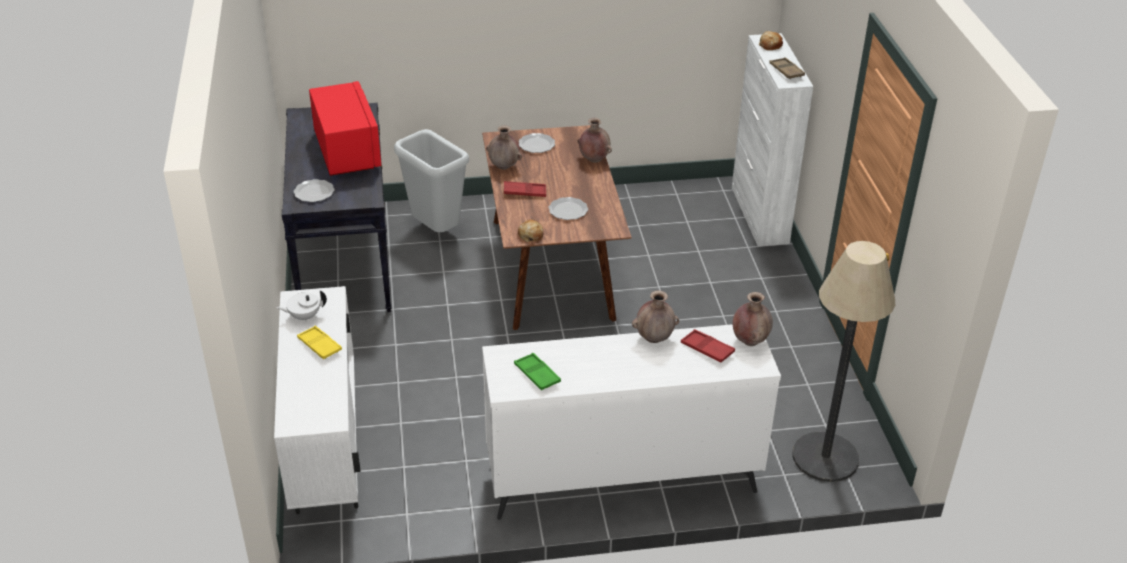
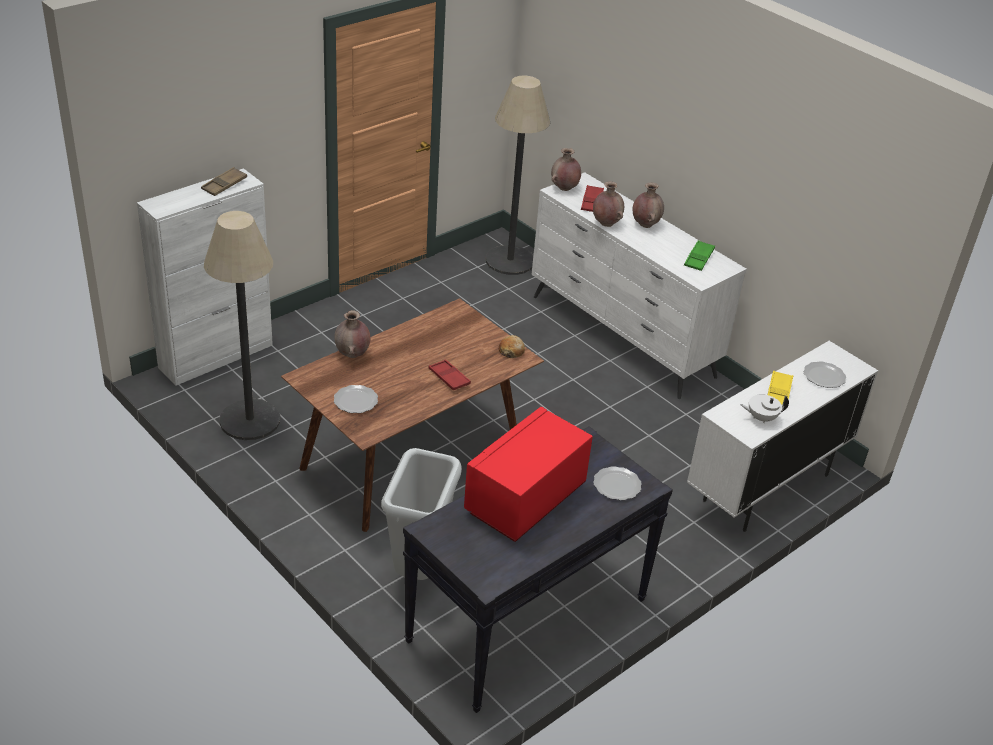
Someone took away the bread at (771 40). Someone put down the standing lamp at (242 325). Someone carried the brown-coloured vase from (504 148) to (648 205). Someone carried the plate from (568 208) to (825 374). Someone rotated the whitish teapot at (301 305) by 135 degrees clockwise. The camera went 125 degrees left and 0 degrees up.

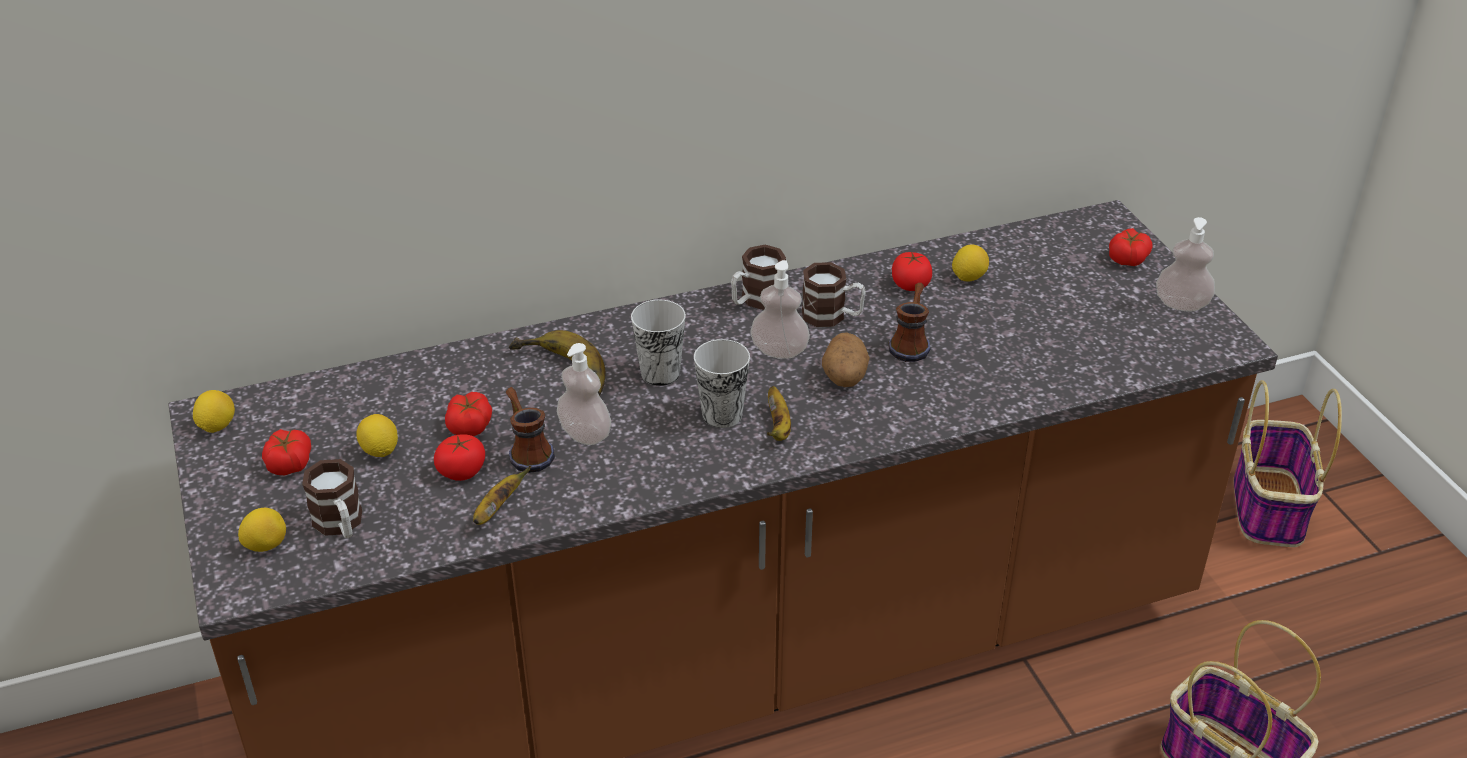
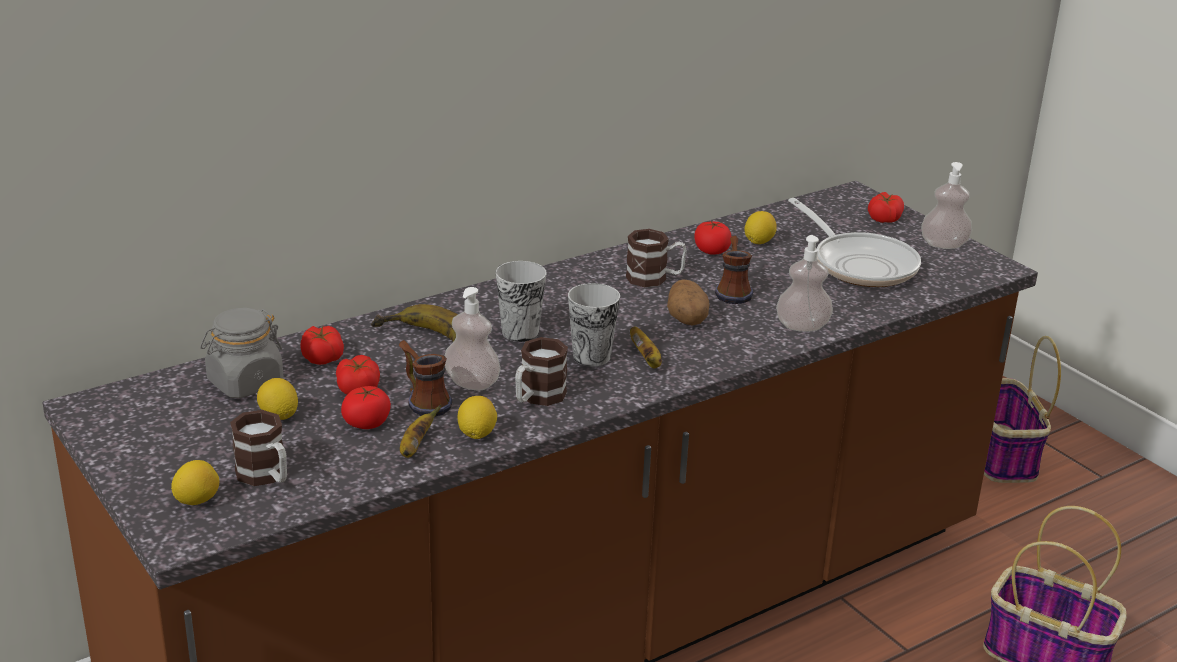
Someone put down the greyish preserve jar at (242 353). Someone put down the skillet at (854 242). Someone carried the whole lemon from (214 411) to (477 417). Someone carried the whole tomato from (286 452) to (322 345). Someone carried the tea mug from (758 277) to (541 371). Someone carried the soap bottle from (780 309) to (804 283). The camera went 15 degrees left and 10 degrees down.

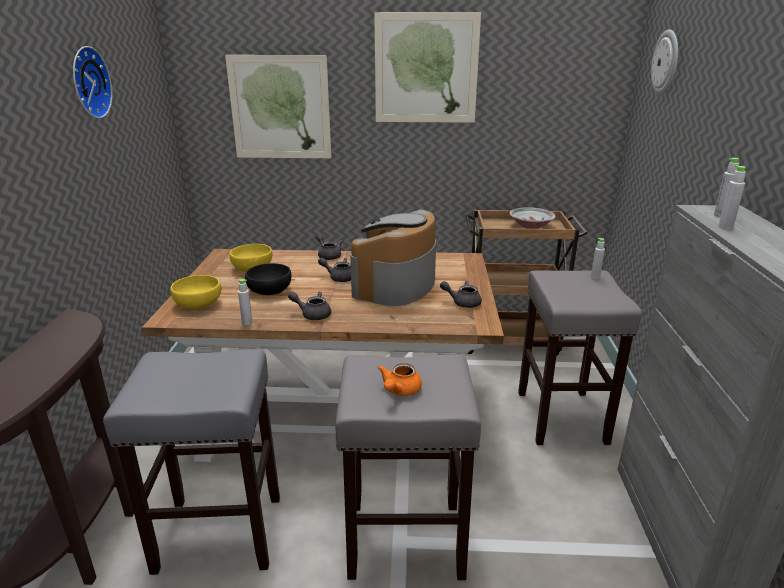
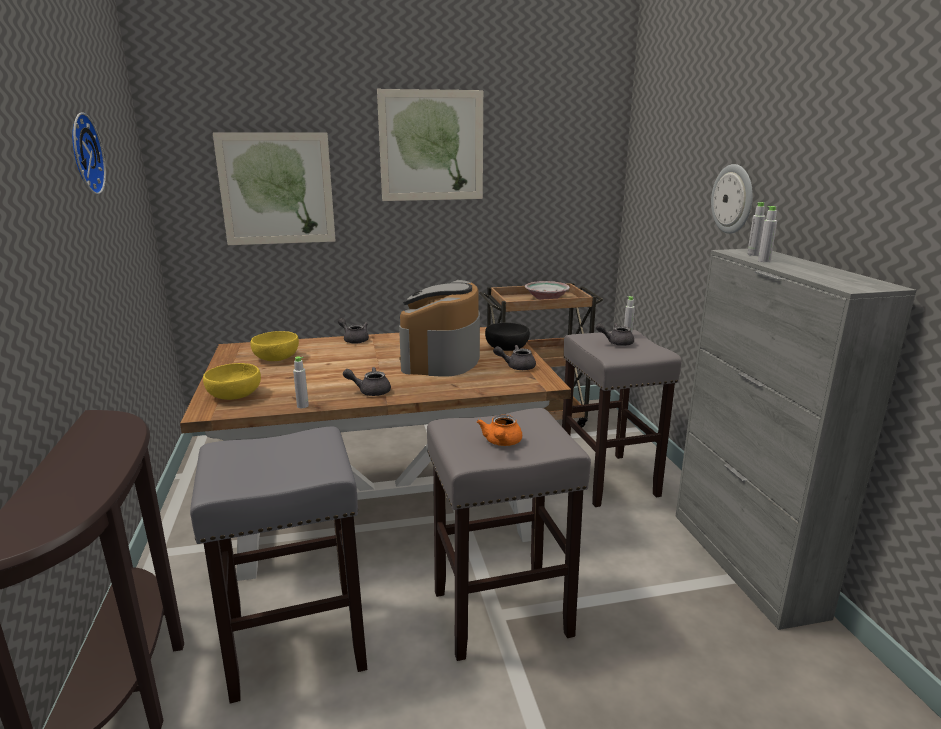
Someone carried the blackish deep dish from (268 279) to (507 337). Someone carried the greyish teapot from (334 269) to (615 334). Someone carried the wall clock from (664 62) to (732 199). The camera went 15 degrees left and 5 degrees down.

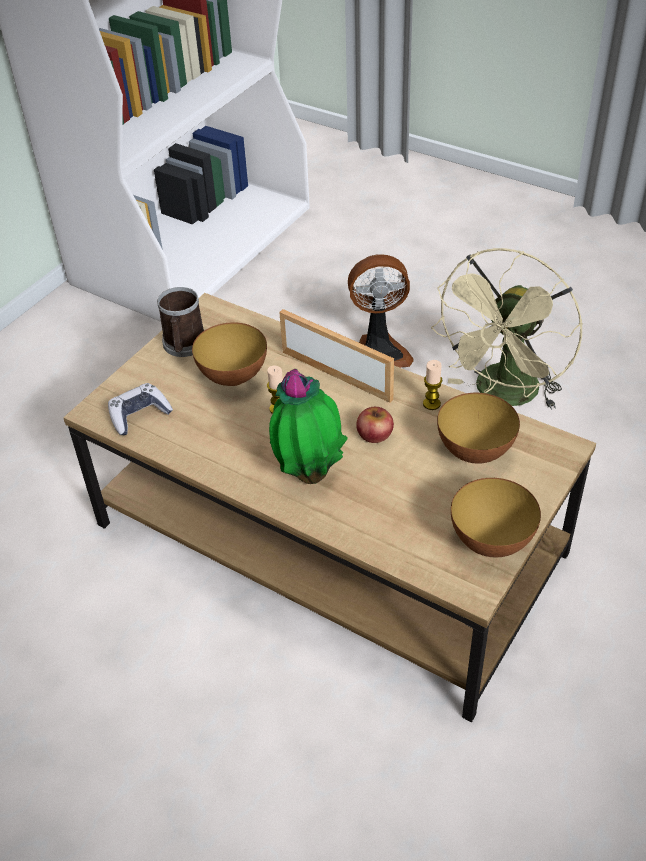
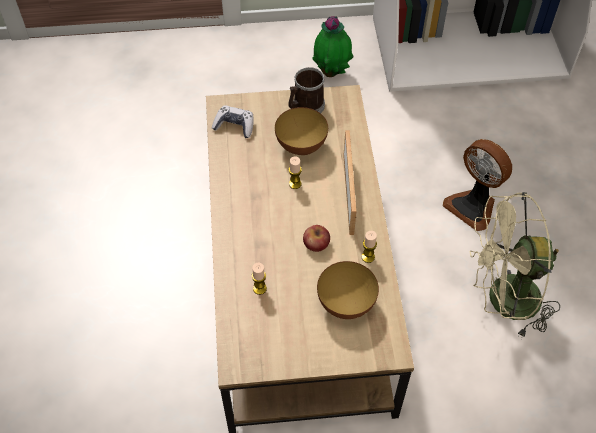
Someone took away the deep dish at (496 517). Someone put down the wax candle at (259 279). Someone carried the potted plant from (308 426) to (332 46). The camera went 50 degrees right and 10 degrees up.

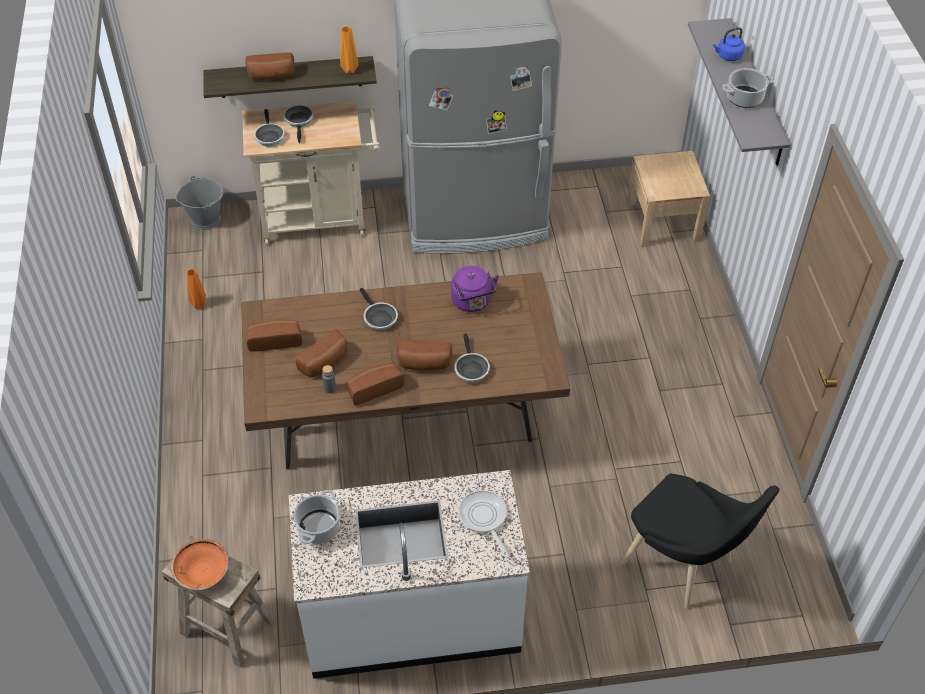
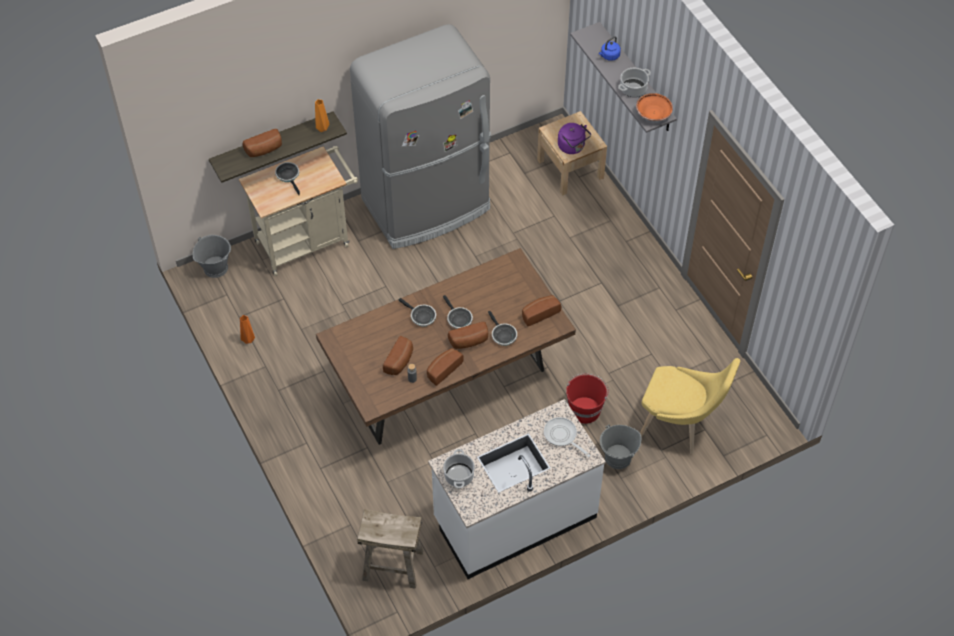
Someone put down the red water bucket at (587 398). Someone put down the greyish water bucket at (620 447). Someone carried the orange deep dish from (200 564) to (654 107). Someone carried the bread from (274 335) to (541 310). Someone carried the skillet from (269 128) to (458 312). Someone carried the purple-coloured tea kettle from (475 289) to (574 138). Someone repainted the blackish chair at (700 541), which became the yellow chair at (690 406). The camera went 20 degrees left and 5 degrees up.

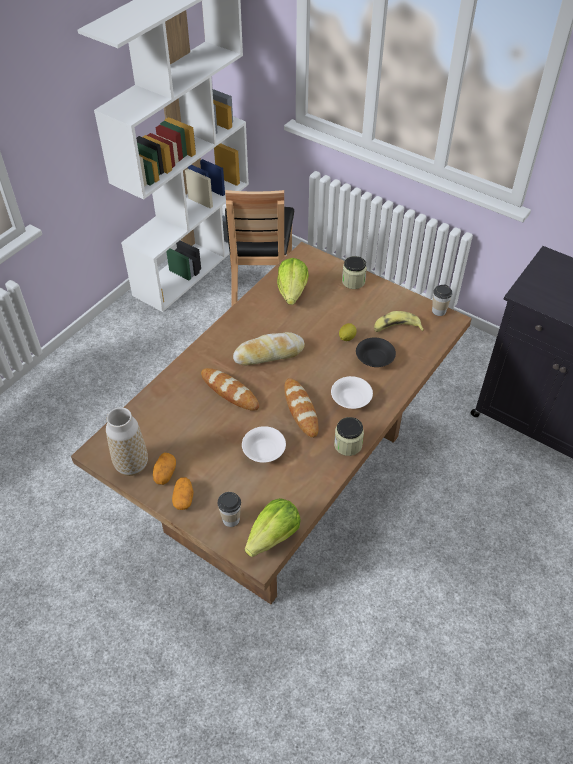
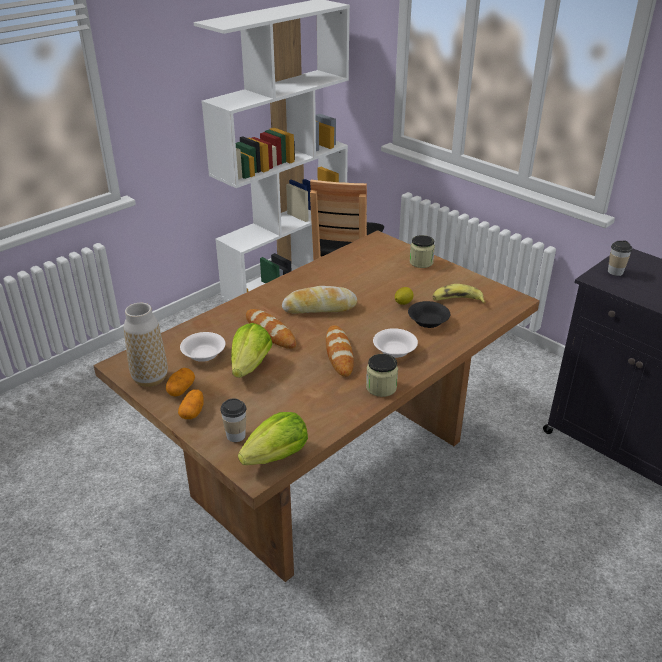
Someone carried the whitish deep dish from (264 444) to (203 347). Someone carried the lettuce from (293 281) to (252 350). Someone carried the small cup from (442 300) to (620 258). The camera went 10 degrees right and 15 degrees down.

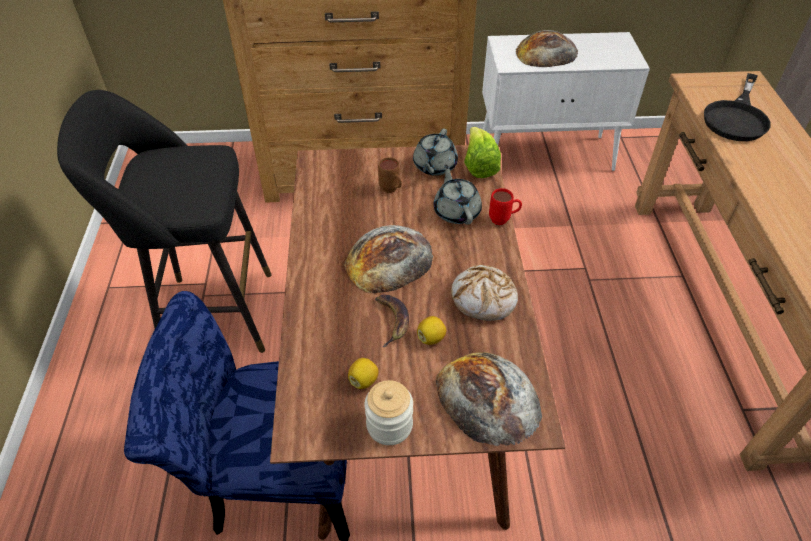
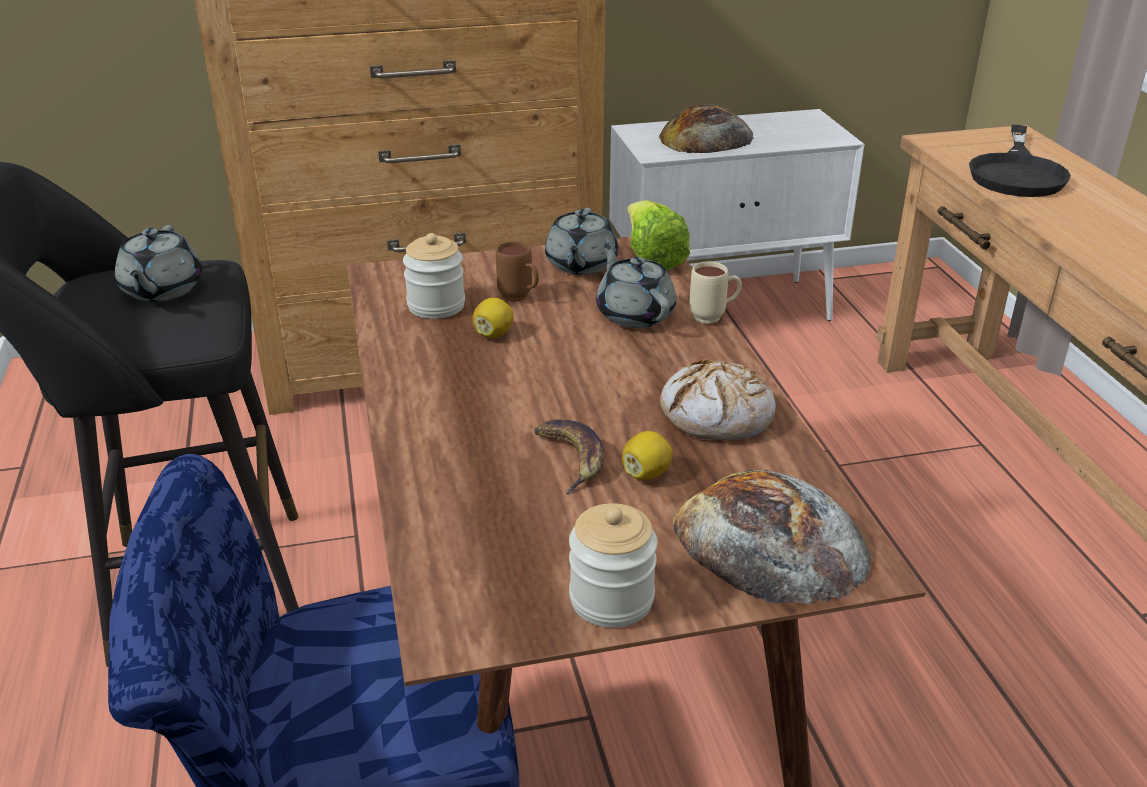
Someone took away the bread at (388 259). Someone put down the greyish teapot at (158 263). Someone put down the preserve jar at (434 276). Someone carried the whole lemon from (363 373) to (493 318). Someone repainted the red tea mug at (505 206), which became the beige tea mug at (715 292). The camera went 10 degrees left and 15 degrees down.

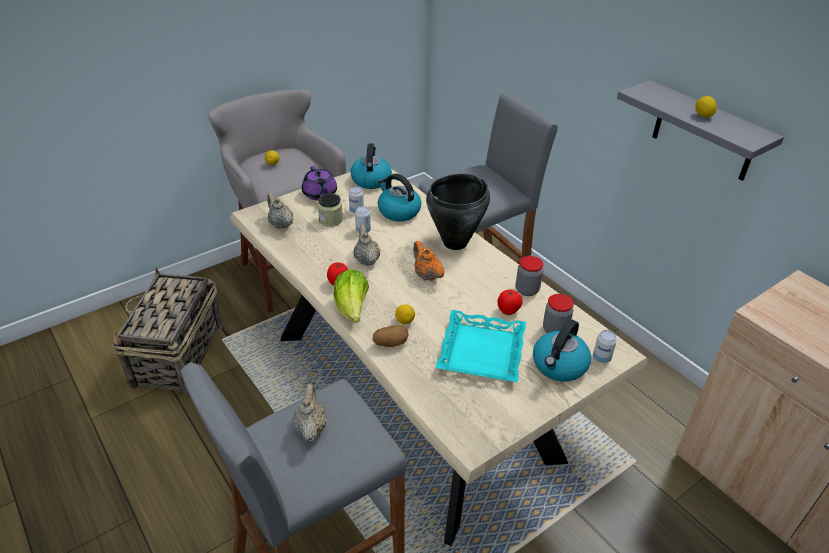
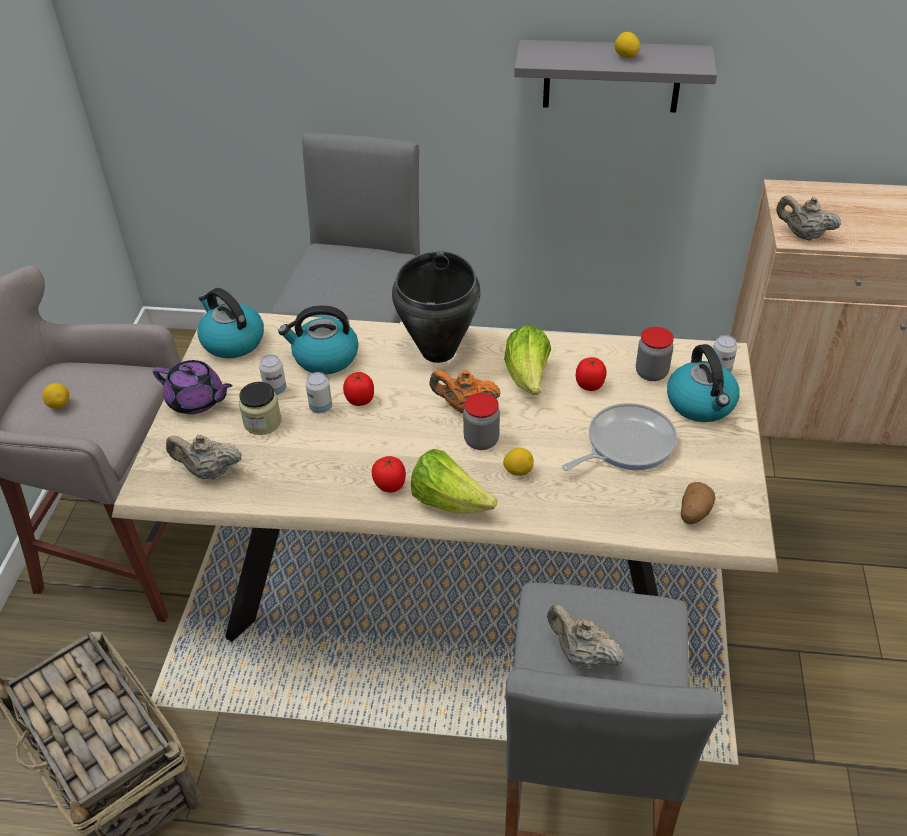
Someone put down the whole tomato at (358 389). Someone put down the lettuce at (527 360). Someone carried the beige teapot from (367 245) to (808 218). Someone carried the spud from (391 336) to (698 503). Someone carried the preserve jar from (530 276) to (481 421). Someone swapped the blue-green carrying tray at (481 346) for the skillet at (619 437). The camera went 45 degrees left and 5 degrees up.

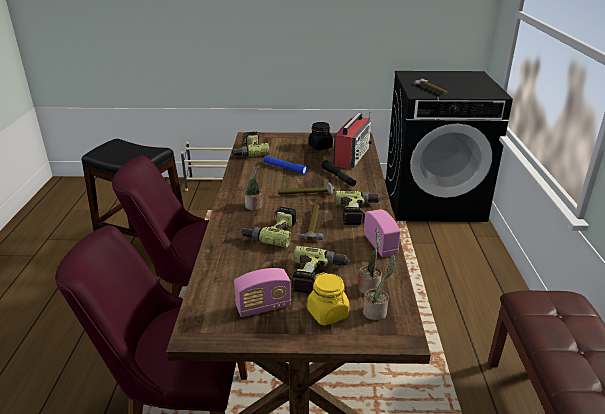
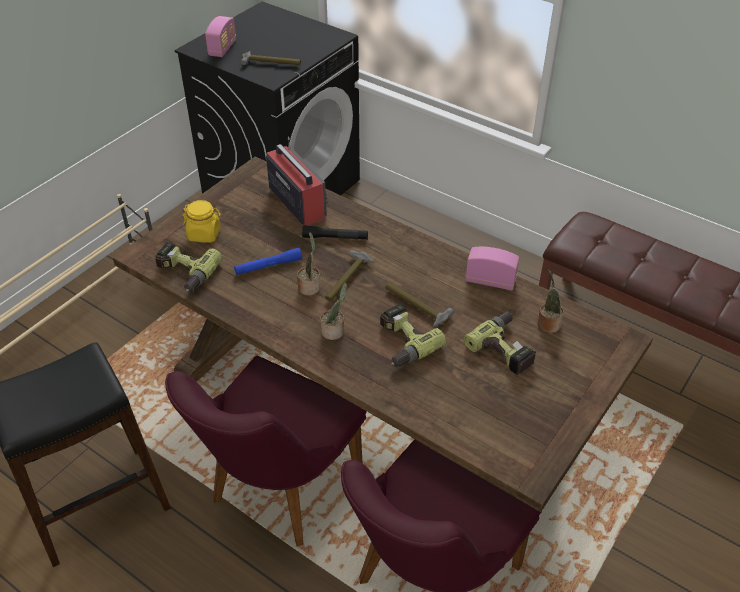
Someone took away the blackish preserve jar at (320 136). Someone took away the drill at (358 208). Someone carried the radio receiver from (262 292) to (220 36). Someone carried the yellow preserve jar from (328 298) to (201 221). Someone carried the potted plant from (379 288) to (308 264). The camera went 55 degrees left and 15 degrees up.

